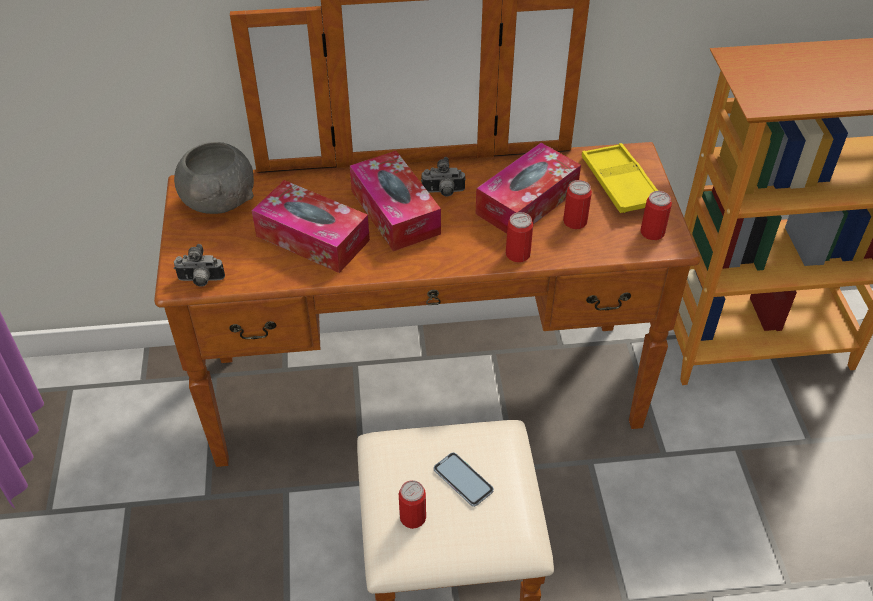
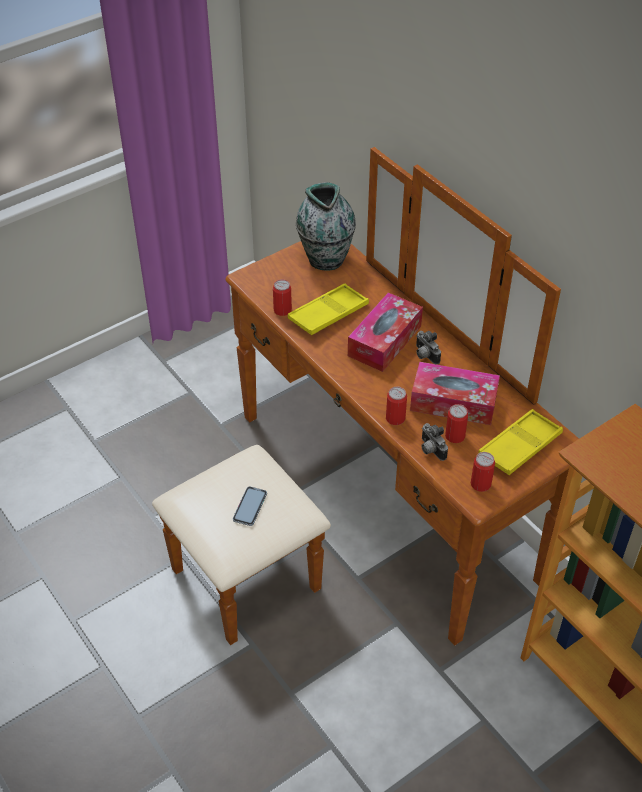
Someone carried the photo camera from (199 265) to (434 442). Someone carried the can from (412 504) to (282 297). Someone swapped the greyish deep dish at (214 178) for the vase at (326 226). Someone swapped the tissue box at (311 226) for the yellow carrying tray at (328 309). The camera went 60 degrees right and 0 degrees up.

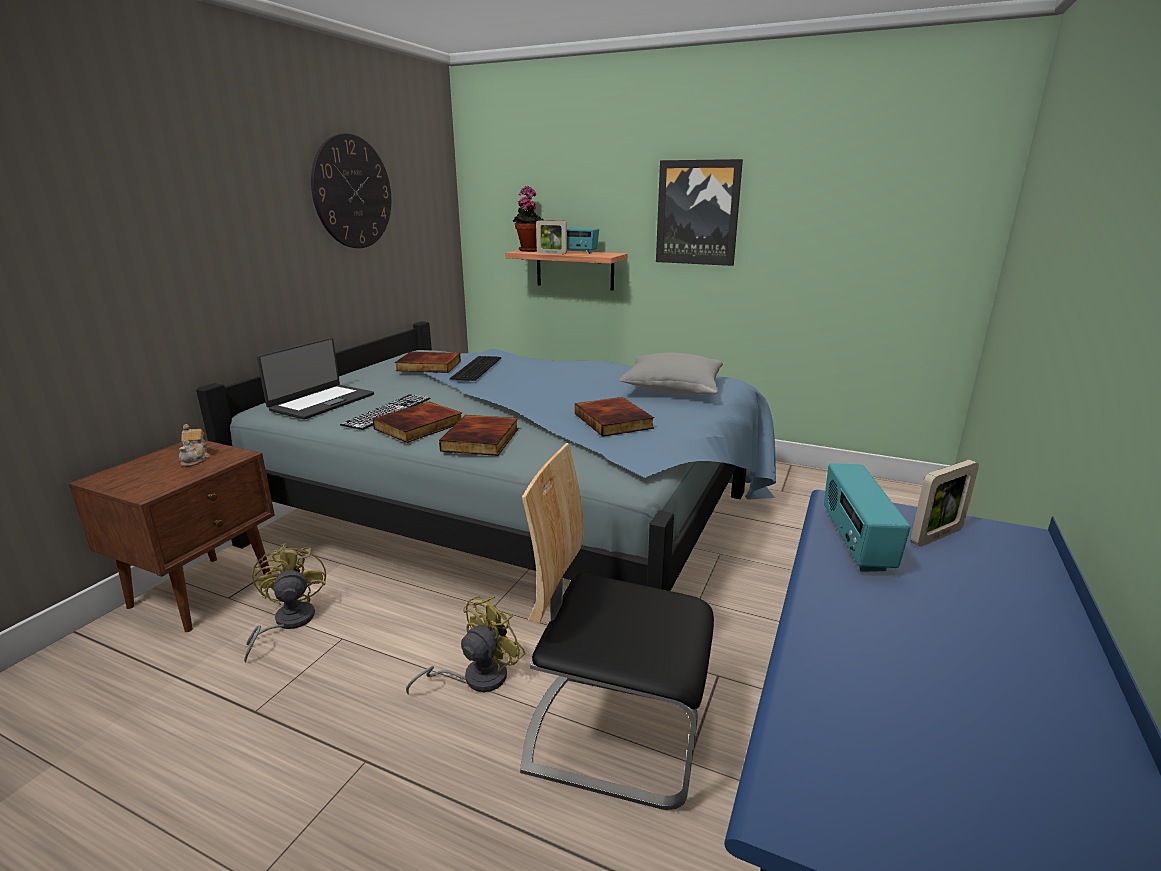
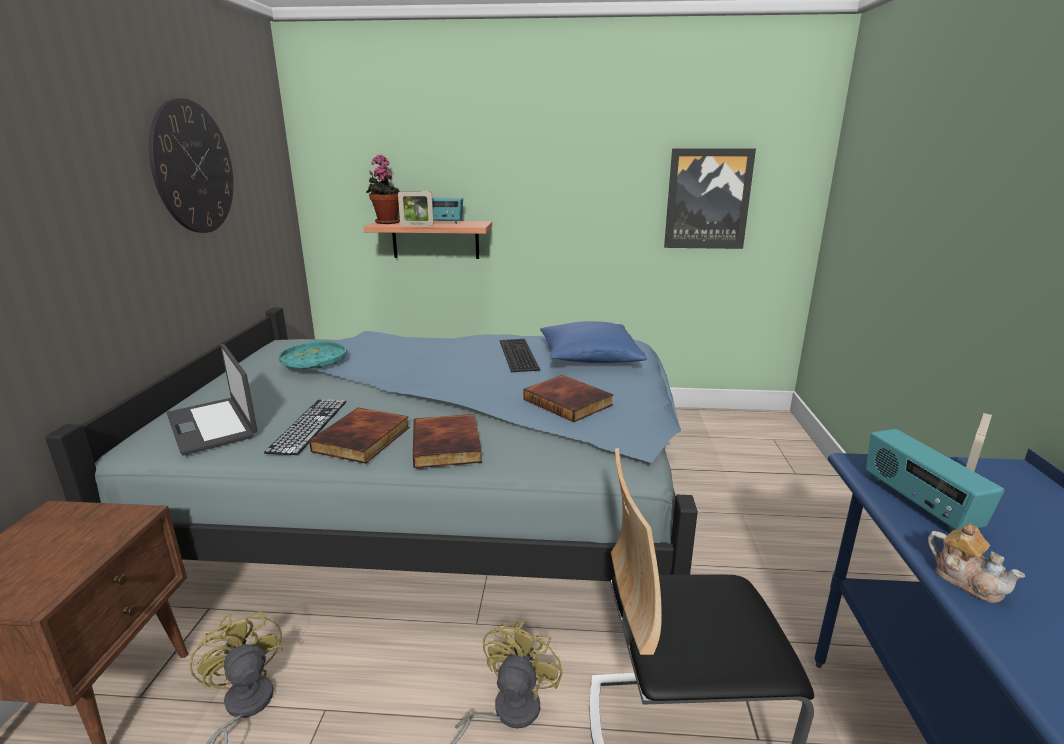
Someone carried the teapot from (194 445) to (976 563). Someone carried the PC keyboard from (475 368) to (520 355). Someone carried the wall picture from (699 212) to (710 198). Someone swapped the volume at (428 362) for the blue-green carrying tray at (313 354). Someone repainted the greyish pillow at (671 373), which became the blue-coloured pillow at (593 342). Someone rotated the notebook computer at (315 379) by 135 degrees clockwise. The camera went 20 degrees left and 0 degrees up.

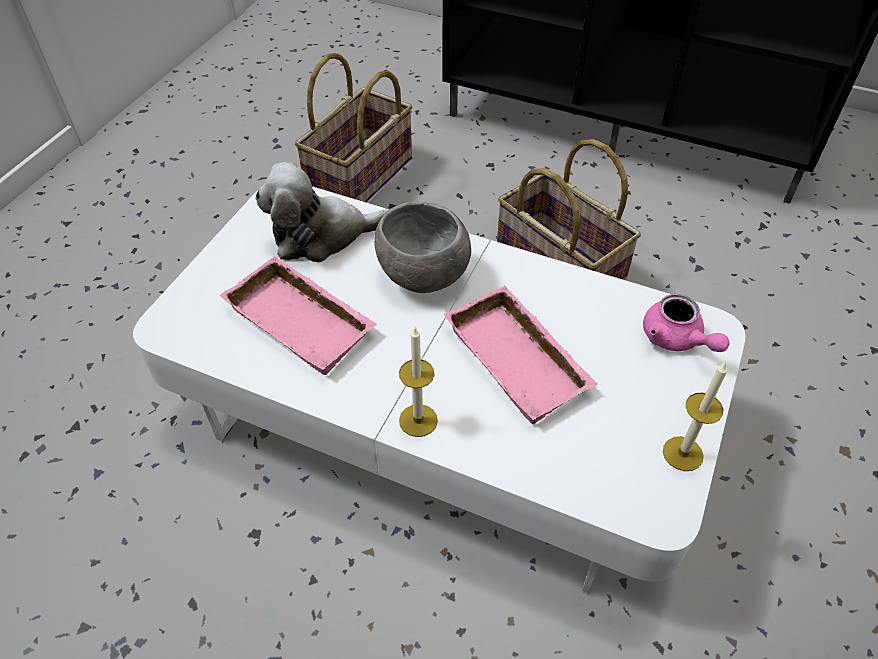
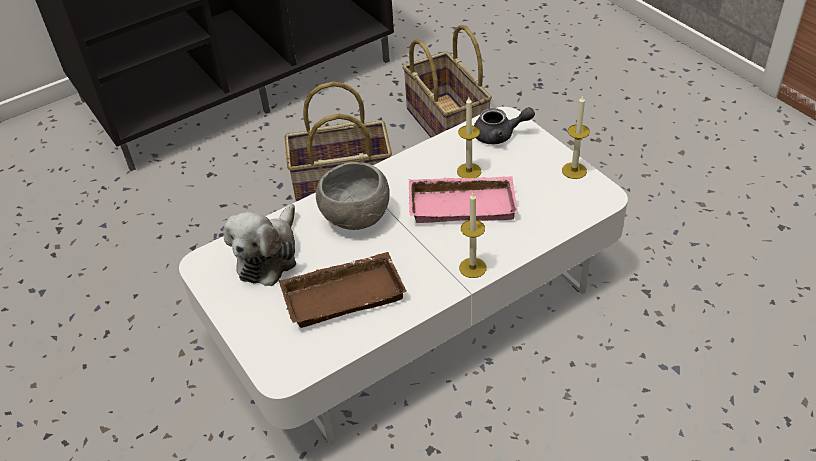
Someone put down the wax candle at (469 137). Someone carried the storage basket from (353 127) to (447 81). Someone repainted the pink-coloured carrying tray at (298 315), which became the brown-coloured carrying tray at (343 290). Someone repainted the pink-coloured teapot at (686 323), which became the greyish teapot at (504 125). The camera went 55 degrees left and 5 degrees down.

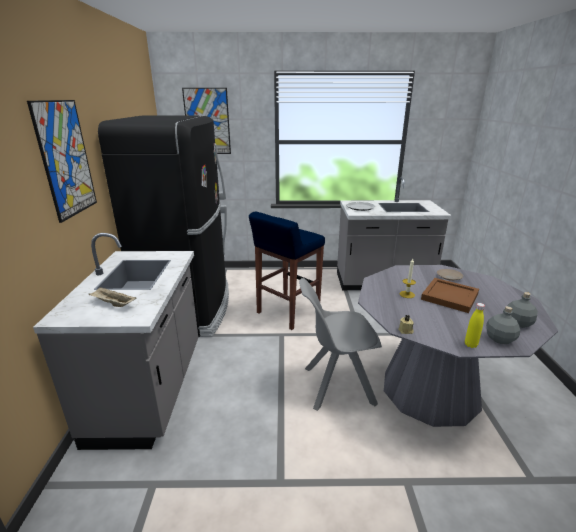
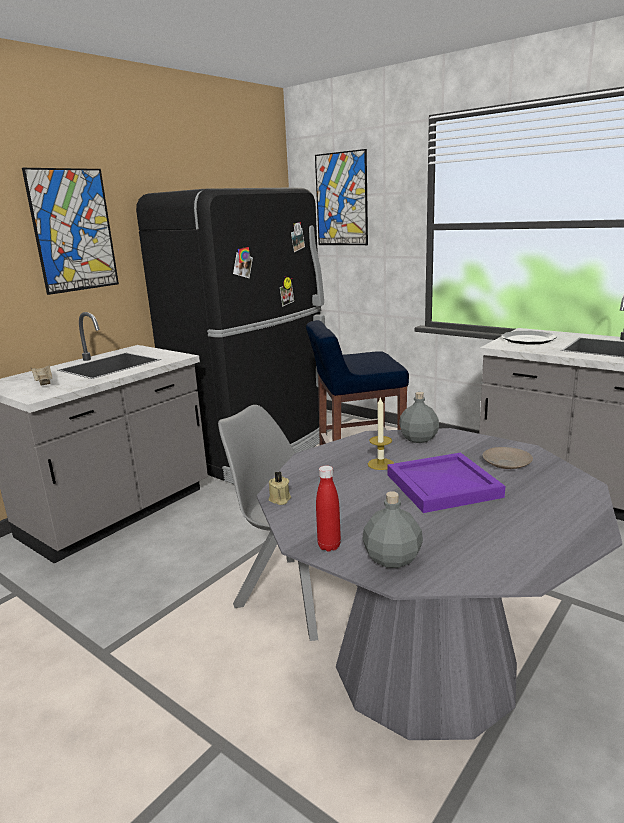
Someone carried the greyish beverage bottle from (523 310) to (419 417). Someone repainted the brown-coloured carrying tray at (450 295), which became the purple-coloured carrying tray at (446 482). Someone repainted the yellow beverage bottle at (475 325), which became the red beverage bottle at (328 509). The camera went 40 degrees right and 5 degrees down.

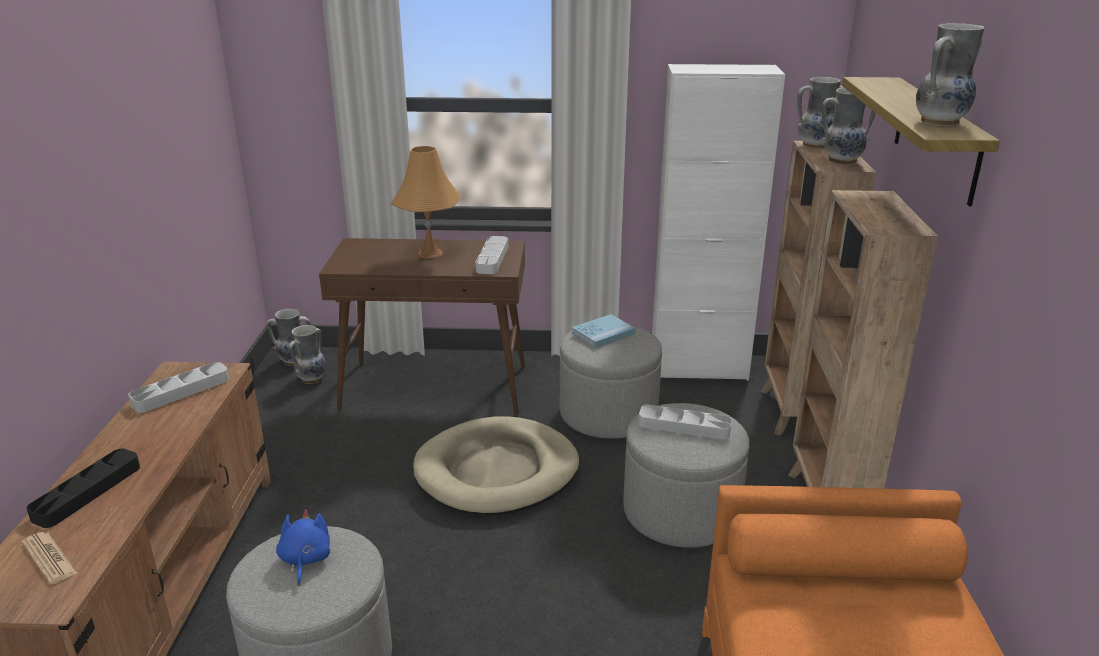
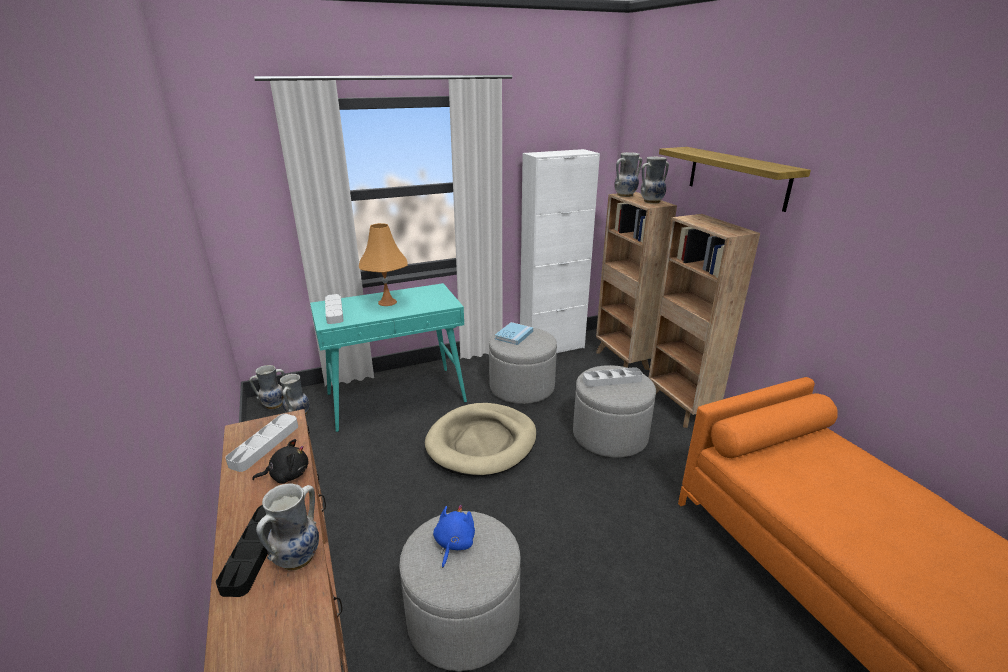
Someone took away the daily paper at (49 558). Someone put down the blackish cuddly toy at (280 461). Someone carried the greyish carrying tray from (491 255) to (334 309). Someone carried the vase from (950 74) to (287 527). Someone repainted the brown-coloured hall table at (422 326), which became the blue-green hall table at (388 357). Someone rotated the blue-coloured cuddly toy at (303 547) by 45 degrees clockwise. The camera went 25 degrees left and 0 degrees up.

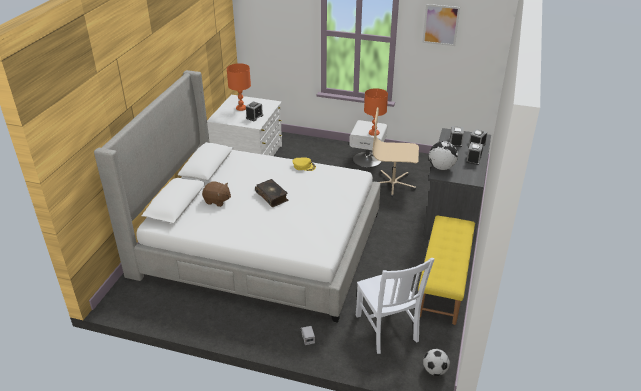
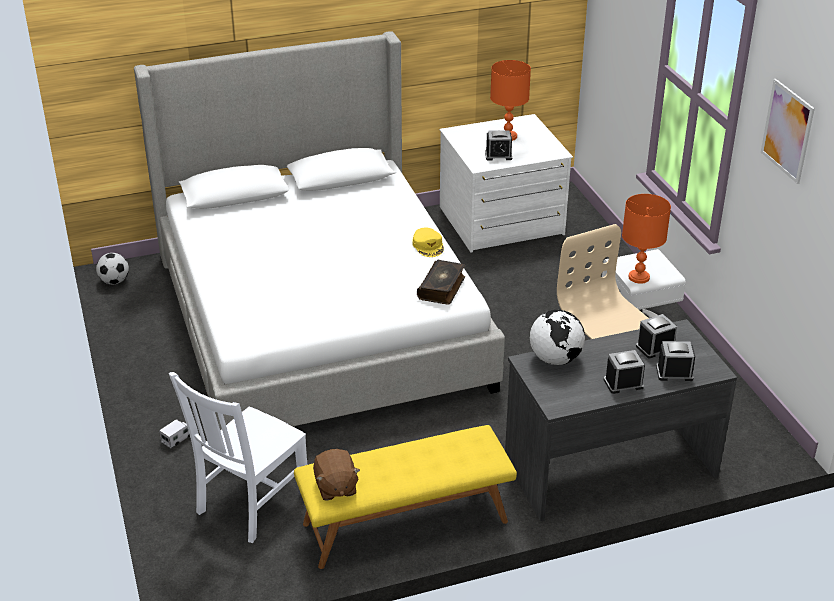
Someone carried the brown-coloured cuddly toy from (216 194) to (336 474). Someone carried the volume from (271 193) to (441 282). Someone carried the football ball from (436 362) to (112 268). The camera went 55 degrees right and 0 degrees up.

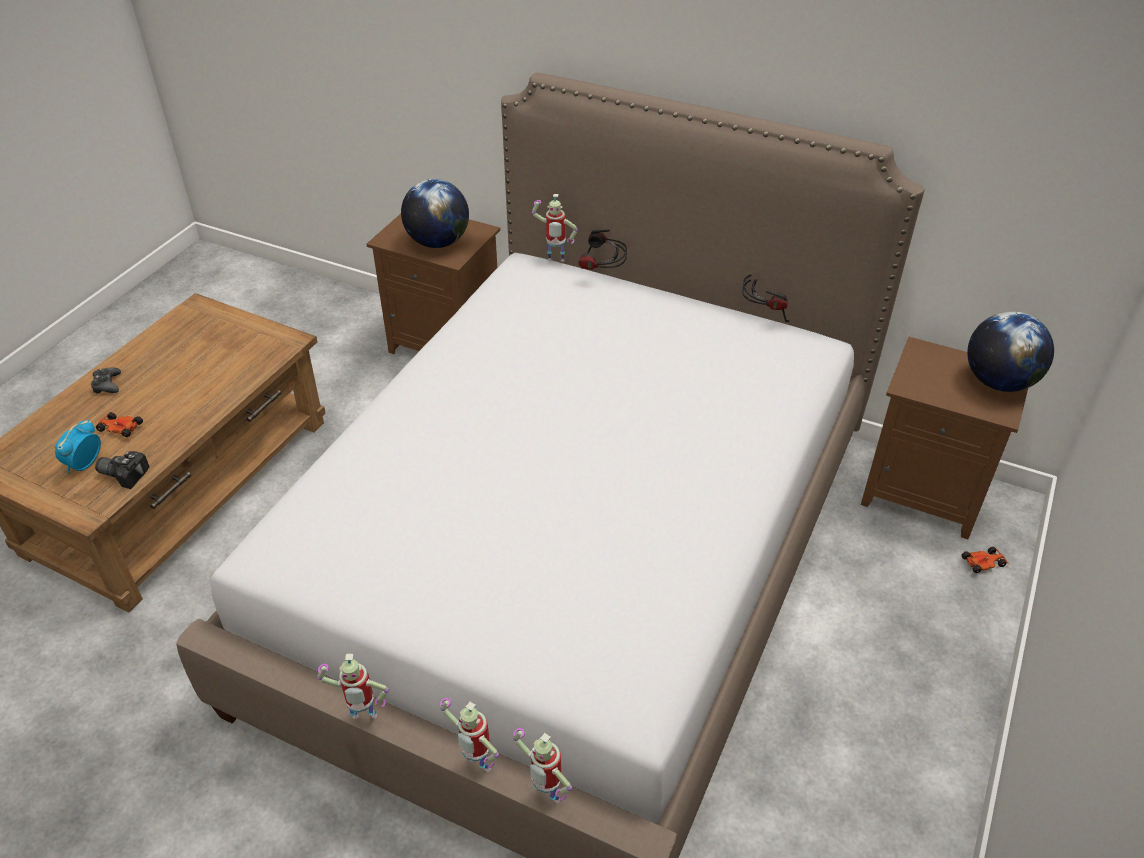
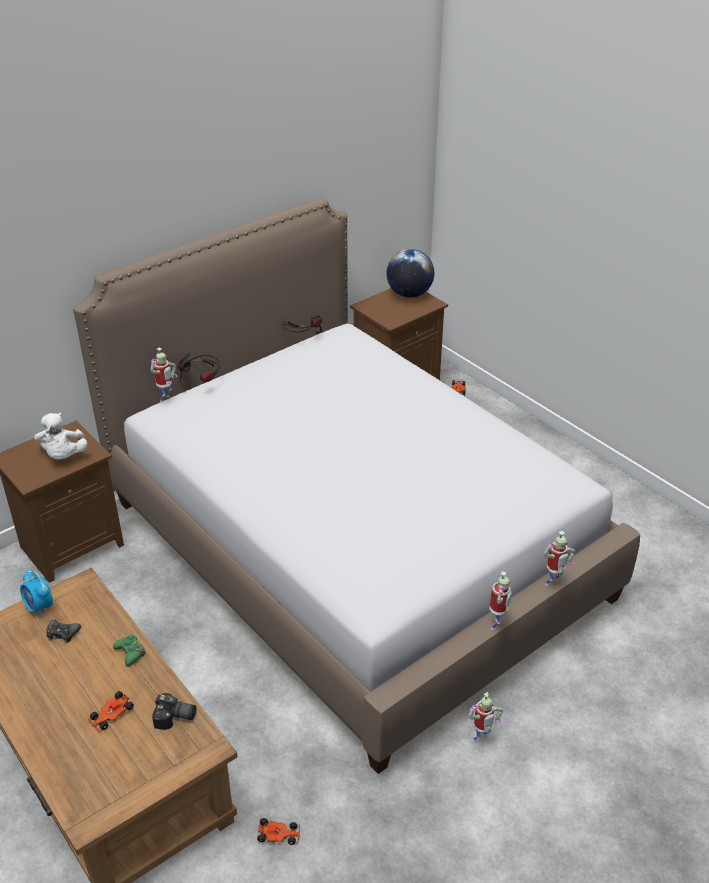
Someone put down the greenish game controller at (129 650). Someone put down the model car at (278 831). Someone carried the table clock from (78 446) to (36 594). Someone carried the blackish game controller from (106 380) to (63 631). Someone carried the toy robot from (542 765) to (485 717). Someone swapped the world globe at (435 213) for the whitish cuddly toy at (61 436). Someone rotated the photo camera at (122 470) by 120 degrees counterclockwise. The camera went 65 degrees left and 5 degrees down.

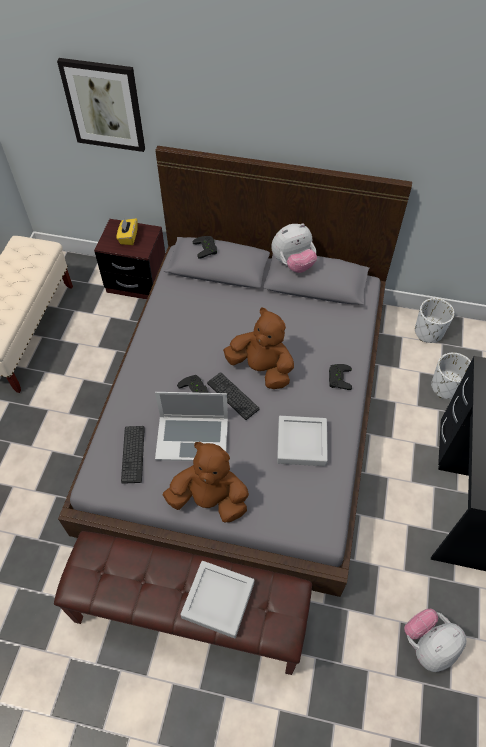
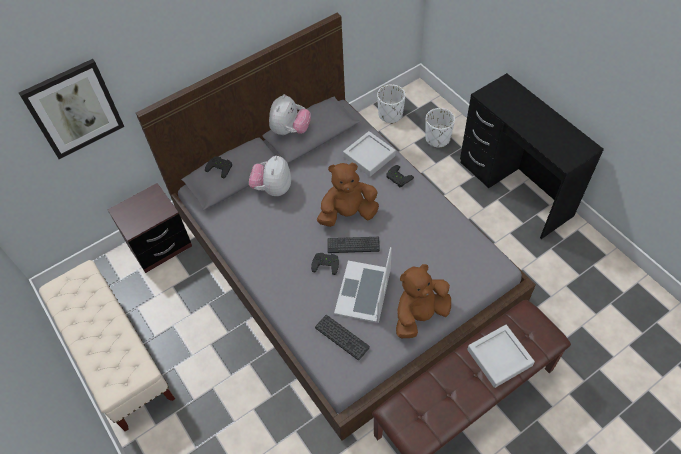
Someone took away the yellow tissue box at (127 231). Someone carried the greyish carrying tray from (302 441) to (369 154). Someone carried the cuddly toy from (435 640) to (270 175). Someone rotated the notebook computer at (191 426) by 150 degrees clockwise. The camera went 45 degrees left and 0 degrees up.

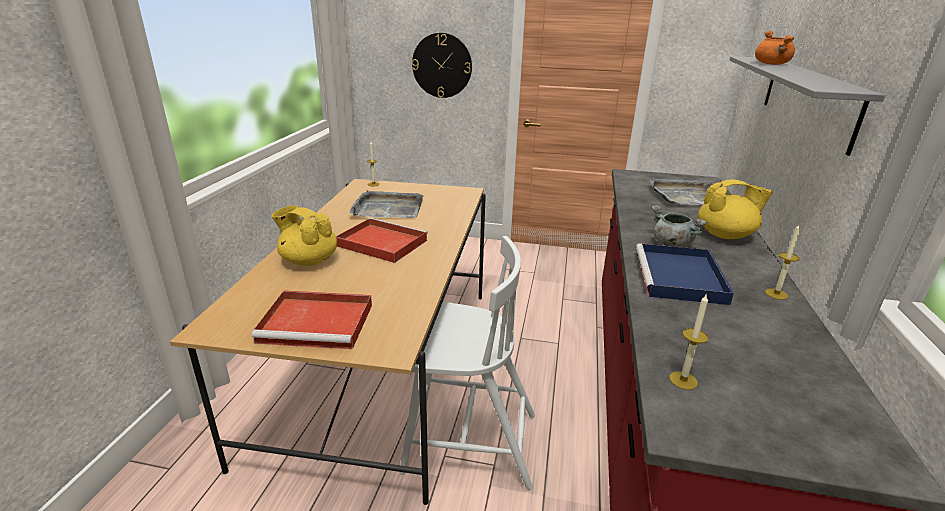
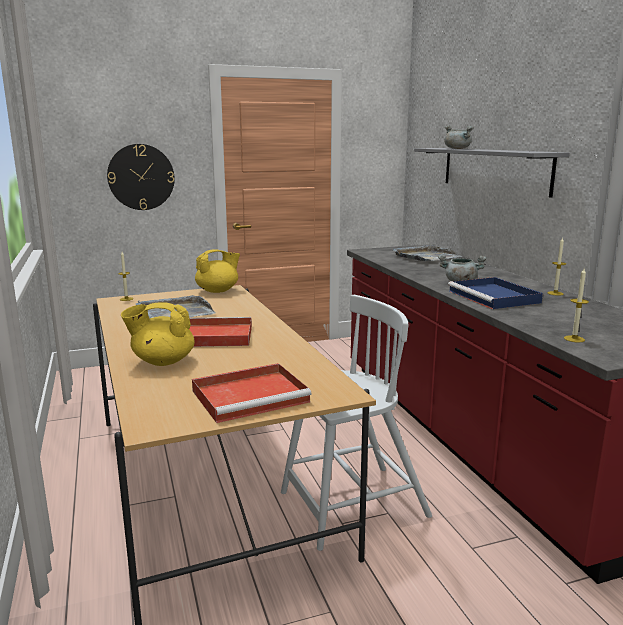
Someone carried the yellow teapot from (735 209) to (217 271). Someone repainted the orange stockpot at (775 48), which became the greyish stockpot at (459 137). The camera went 30 degrees left and 10 degrees down.

